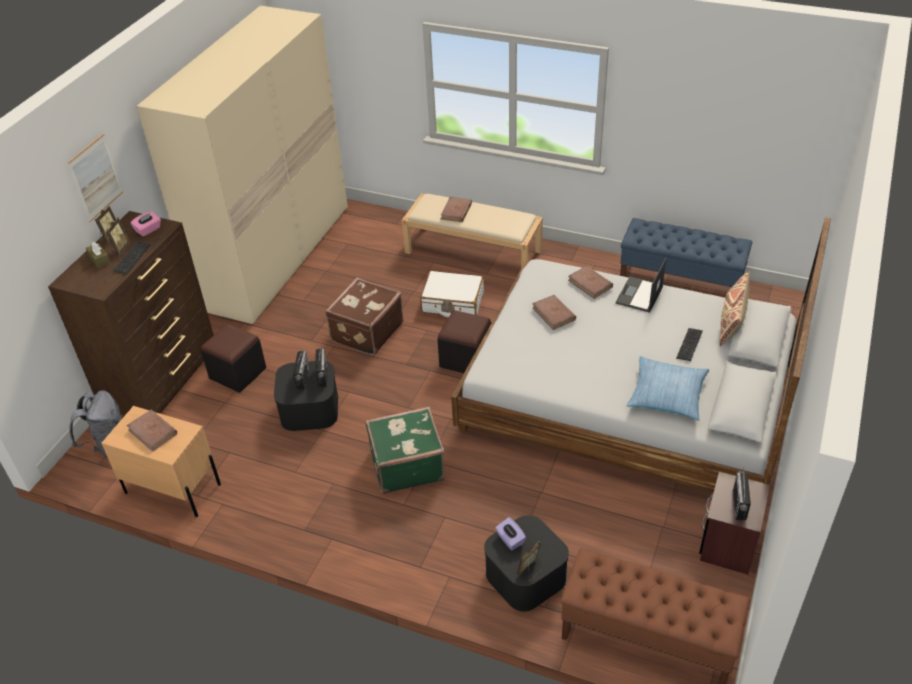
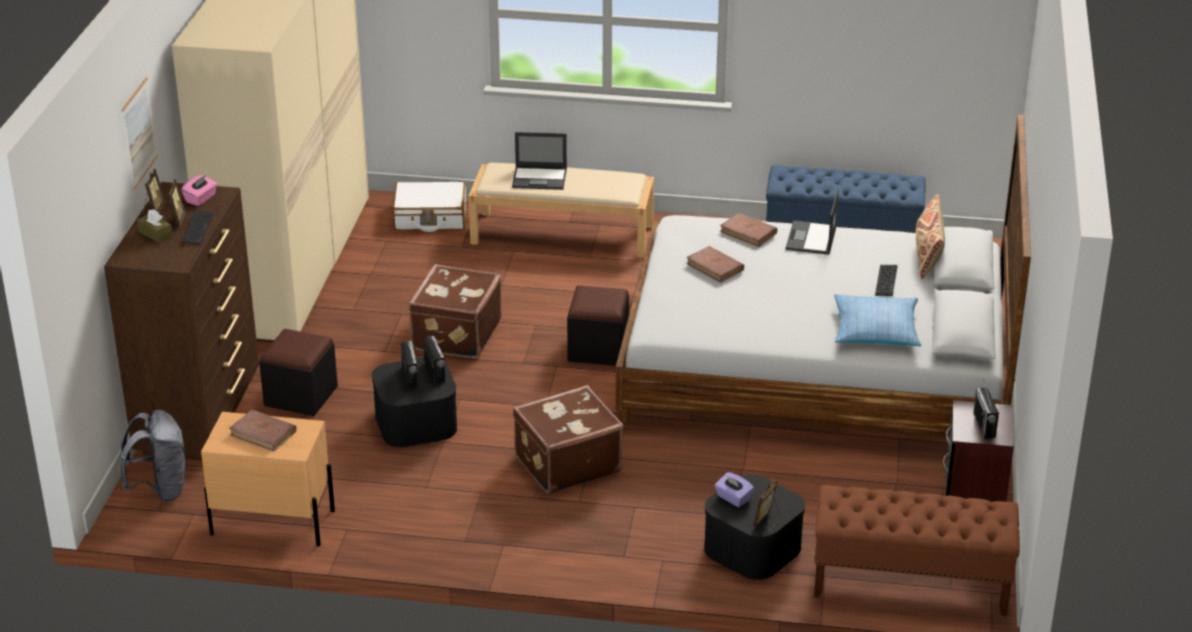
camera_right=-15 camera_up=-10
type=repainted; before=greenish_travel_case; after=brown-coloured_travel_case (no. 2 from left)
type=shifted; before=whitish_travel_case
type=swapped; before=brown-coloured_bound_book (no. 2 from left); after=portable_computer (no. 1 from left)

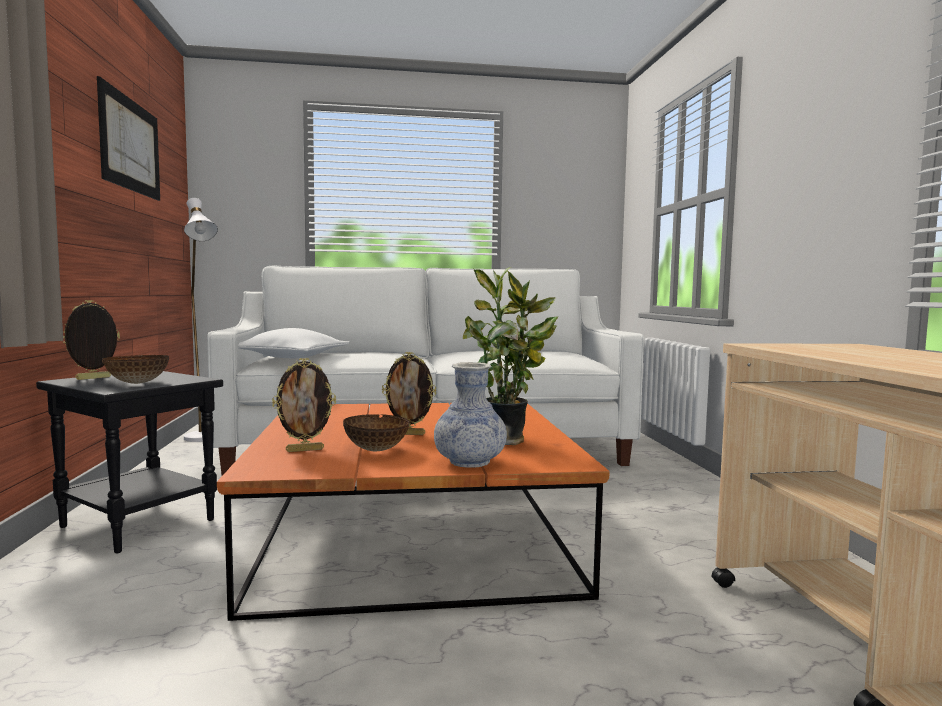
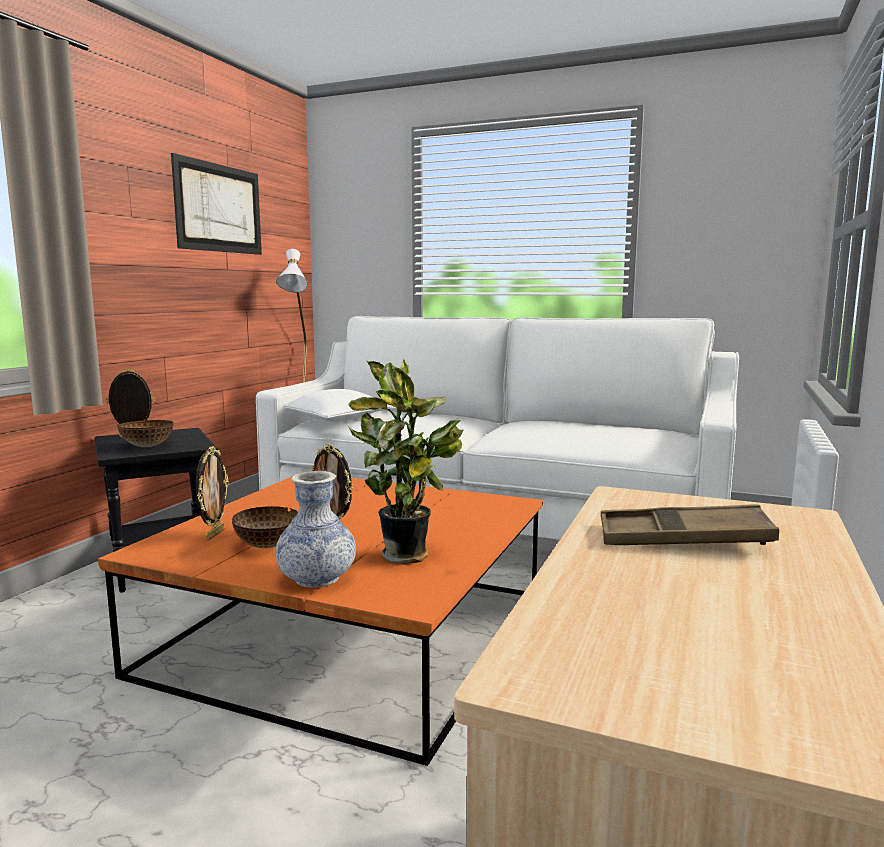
camera_right=30 camera_up=5
type=rotated; before=standing_frame (no. 2 from left); turn=-90
type=new; after=brown-coloured_serving_tray

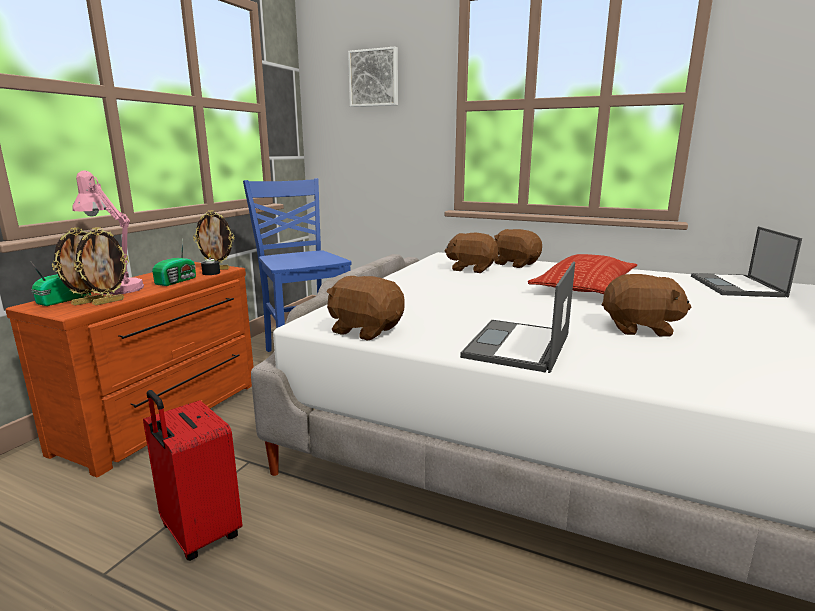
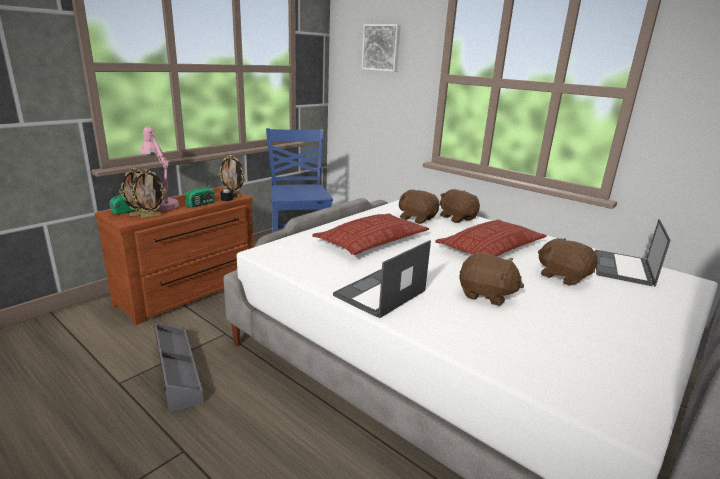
camera_right=15 camera_up=5
type=swapped; before=red_travel_case; after=greyish_storage_container
type=shifted; before=brown-coloured_plush_toy (no. 1 from left in the first image); after=brown-coloured_plush_toy (no. 4 from left)
type=new; after=cushion (no. 1 from left)

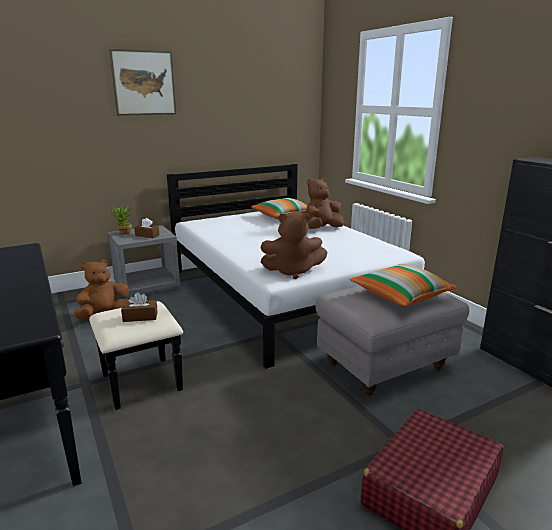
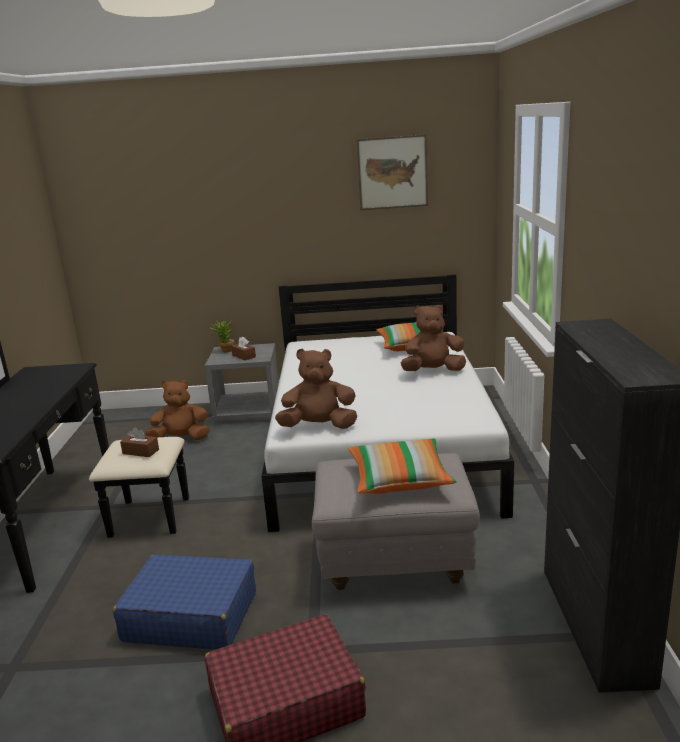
camera_right=30 camera_up=0
type=shifted; before=wall_picture
type=rotated; before=brown-coloured_plush_toy (no. 2 from left); turn=150
type=new; after=blue-coloured_travel_case

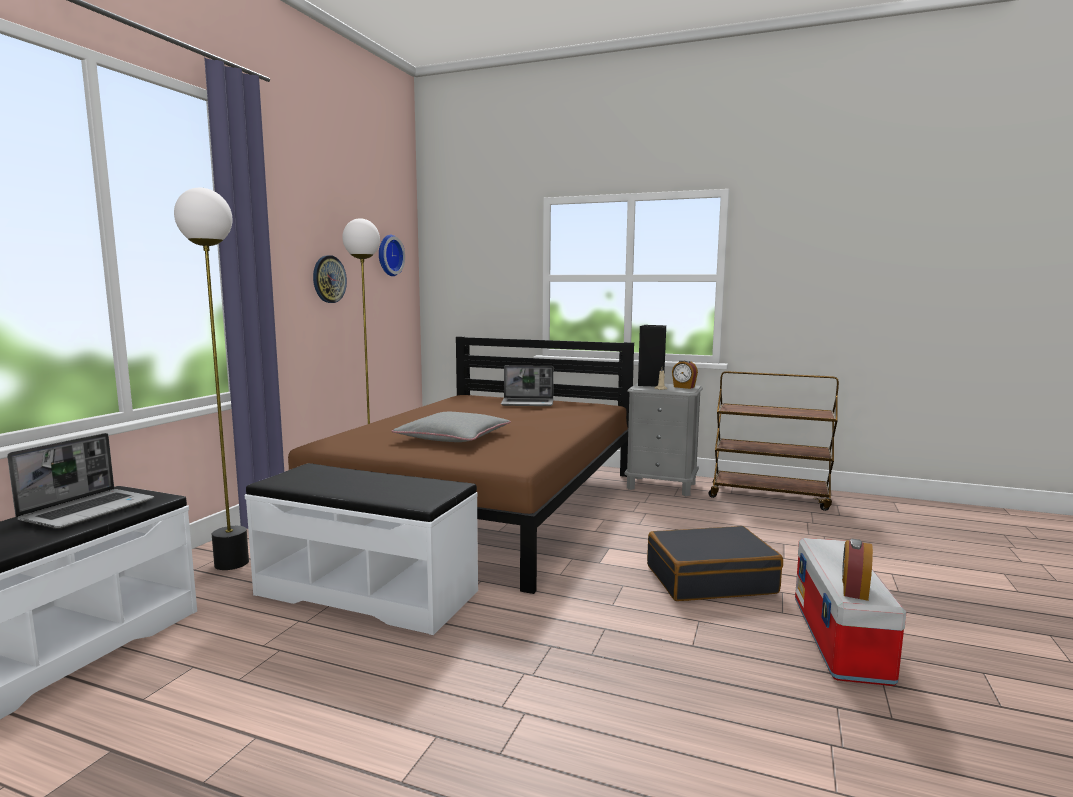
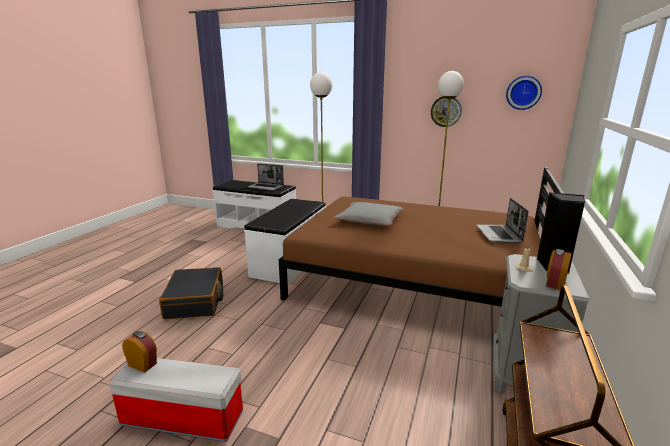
camera_right=90 camera_up=10
type=shifted; before=black_travel_case

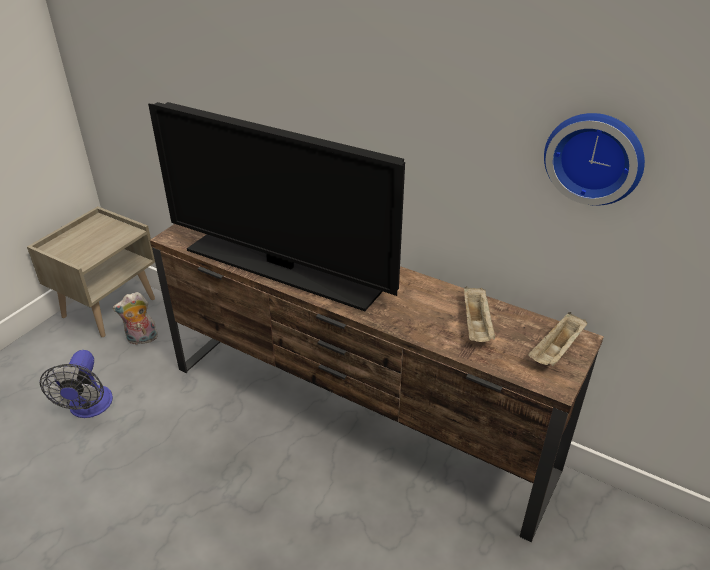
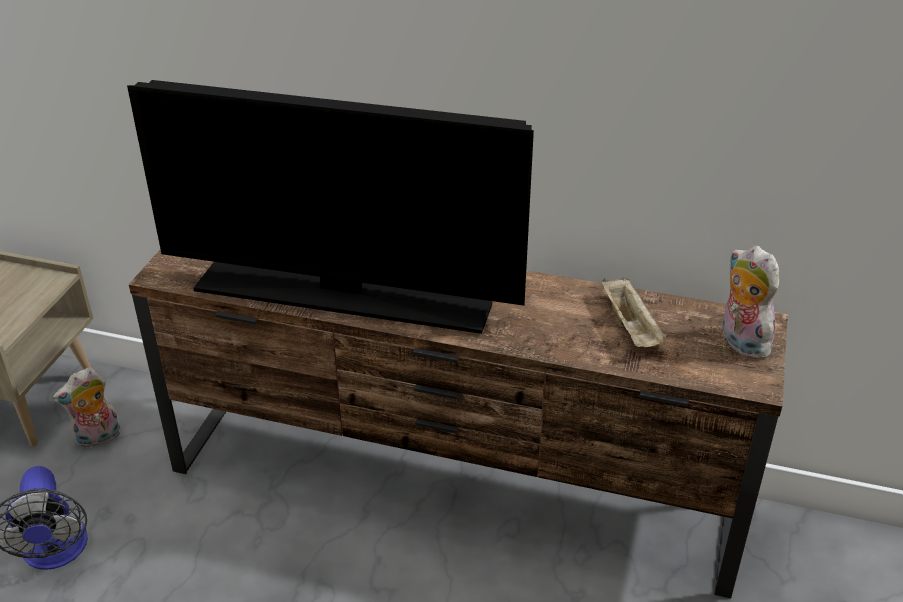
camera_right=-15 camera_up=0
type=swapped; before=beige-coloured_serving_tray (no. 2 from left); after=plush_toy (no. 2 from left)
type=gone; before=wall_clock

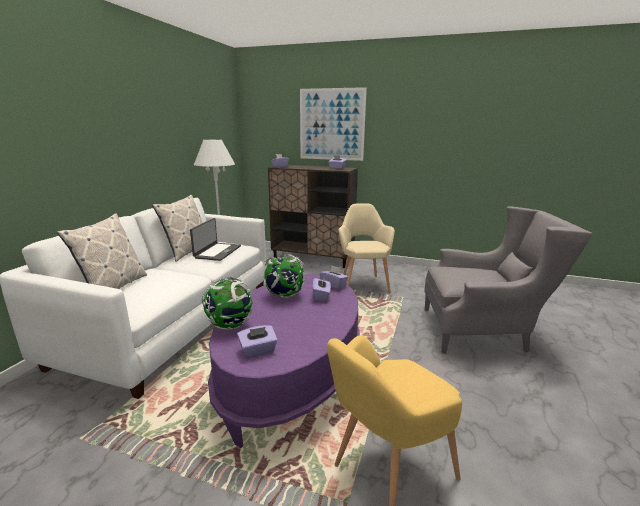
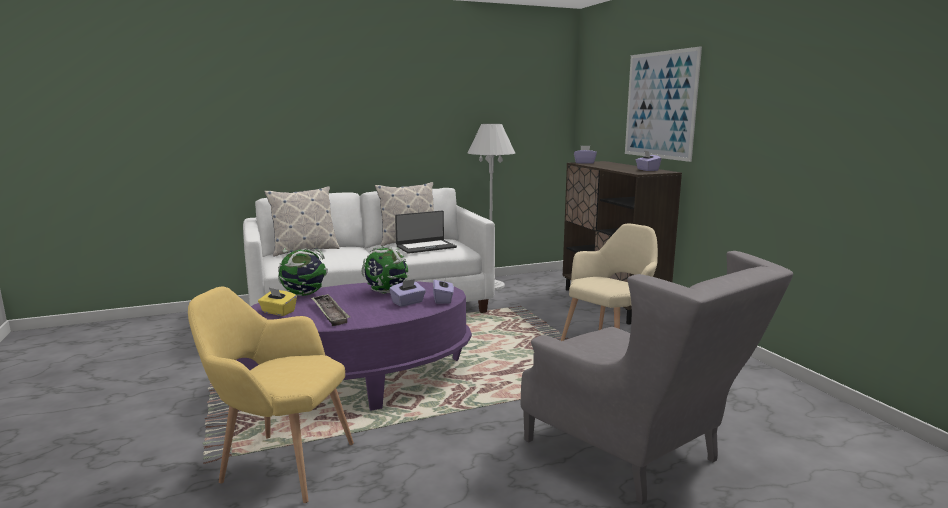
camera_right=50 camera_up=-5
type=repainted; before=purplish_tissue_holder (no. 1 from left); after=yellow_tissue_holder
type=new; after=serving_tray

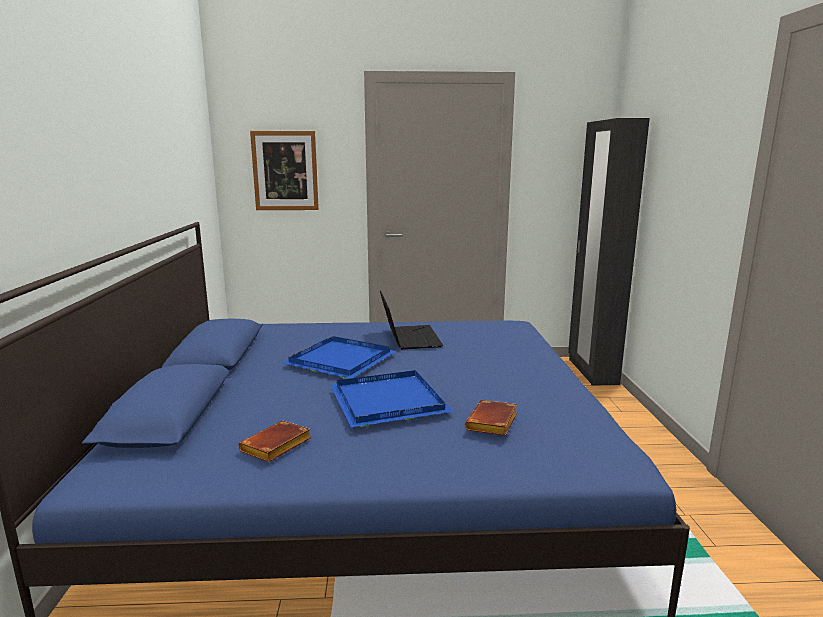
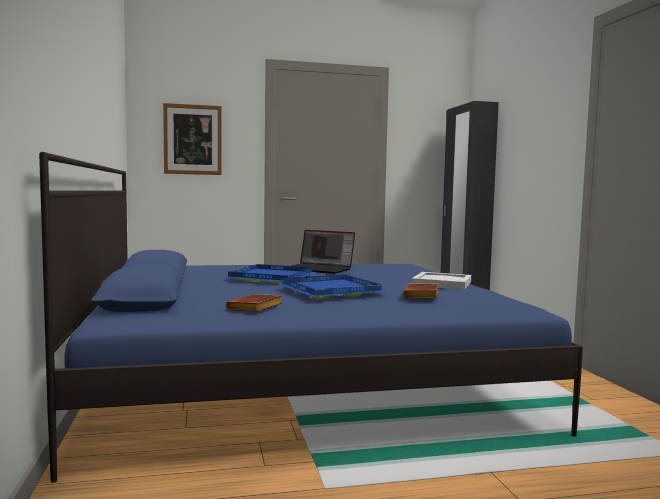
camera_right=-10 camera_up=-10
type=rotated; before=portable_computer; turn=135
type=new; after=whitish_serving_tray

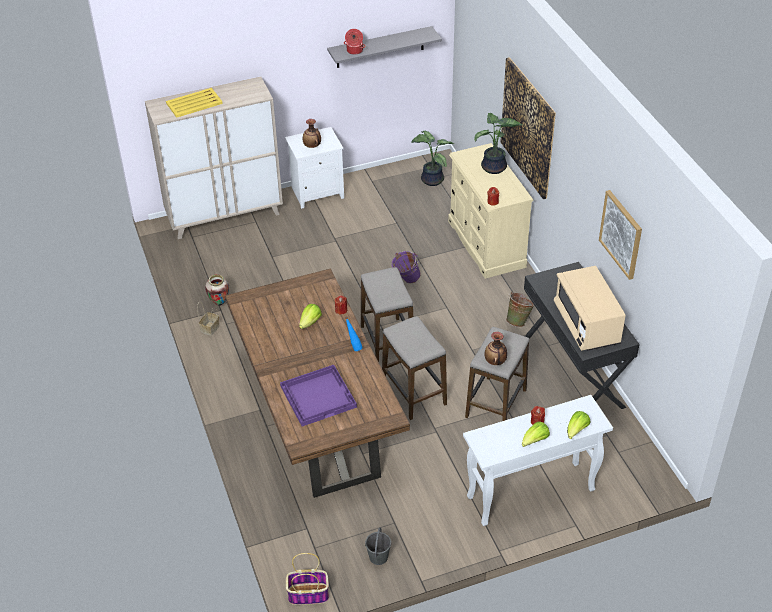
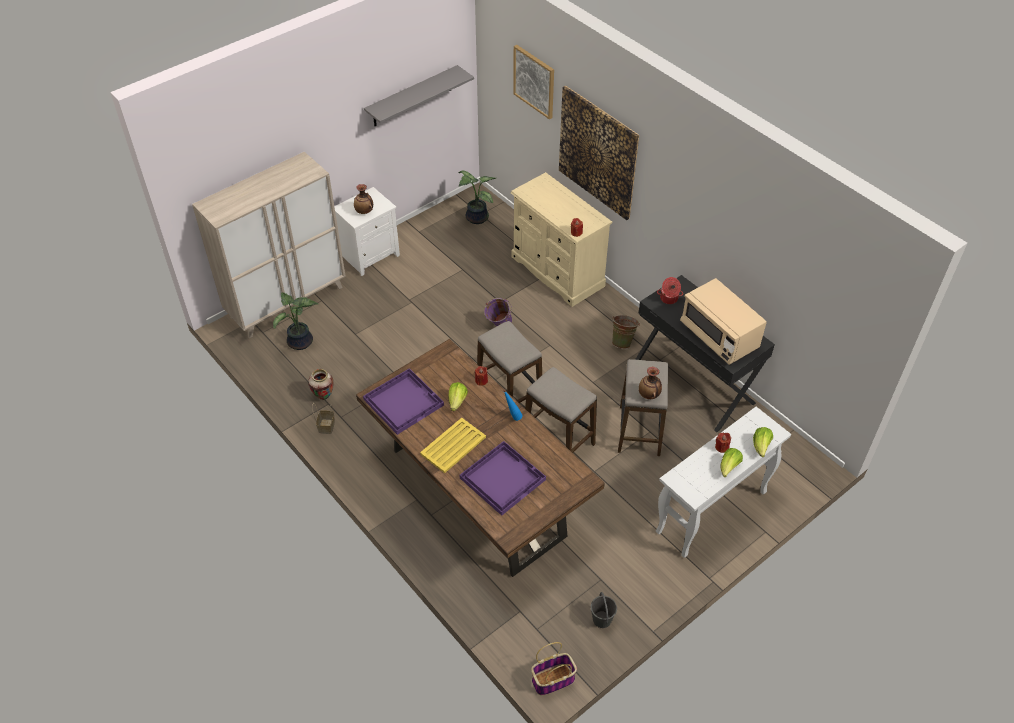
camera_right=-20 camera_up=5
type=shifted; before=yellow_serving_tray
type=shifted; before=cooking_pot
type=shifted; before=plant_in_a_pot (no. 2 from left in the first image); after=plant_in_a_pot (no. 1 from left)
type=shifted; before=wall_picture (no. 2 from left in the first image); after=wall_picture (no. 1 from left)
type=new; after=purplish_serving_tray (no. 1 from left)

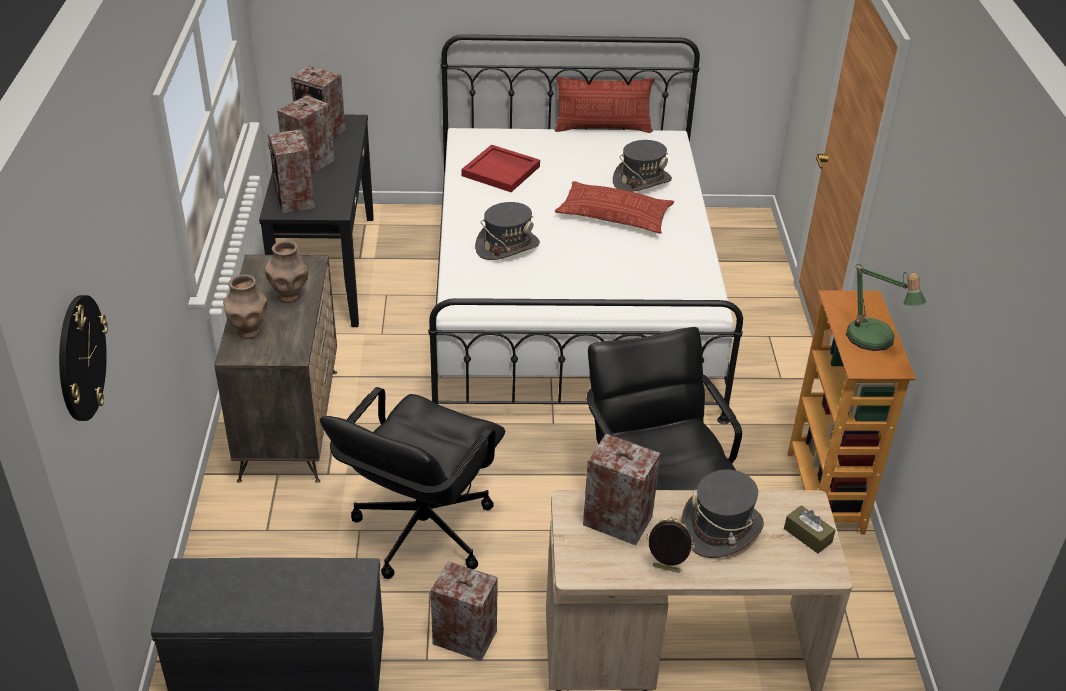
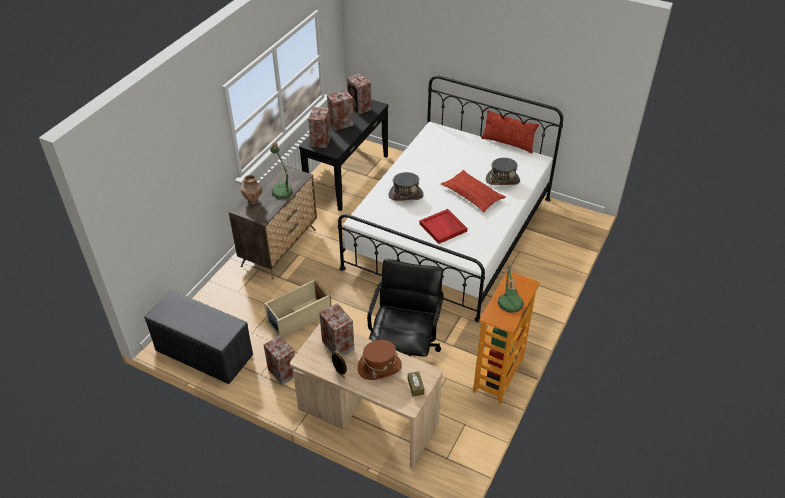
camera_right=30 camera_up=5
type=gone; before=wall_clock
type=swapped; before=brown-coloured_flower_vase (no. 2 from left); after=lamp_for_a_table (no. 1 from left)
type=swapped; before=black_desk_chair (no. 1 from left); after=beige-coloured_storage_container
type=shifted; before=red_serving_tray
type=repainted; before=greyish_clothing_hat (no. 3 from left); after=brown-coloured_clothing_hat

